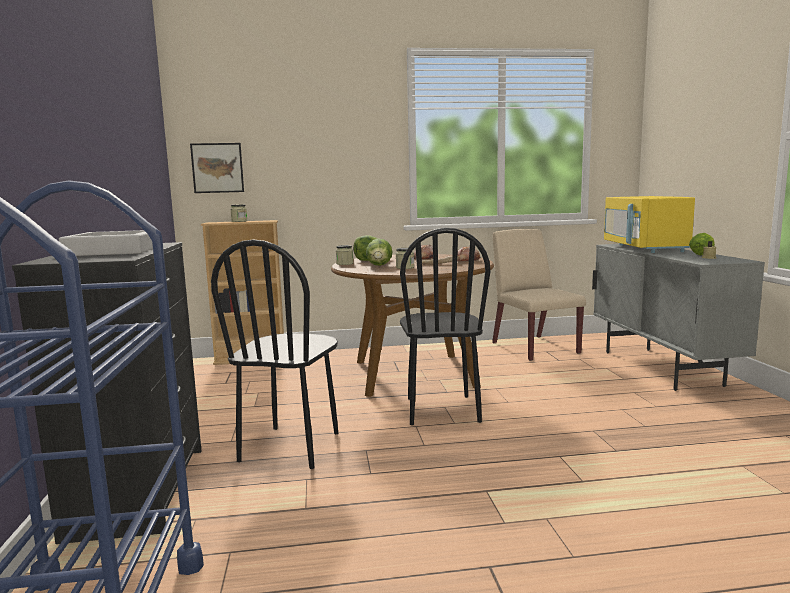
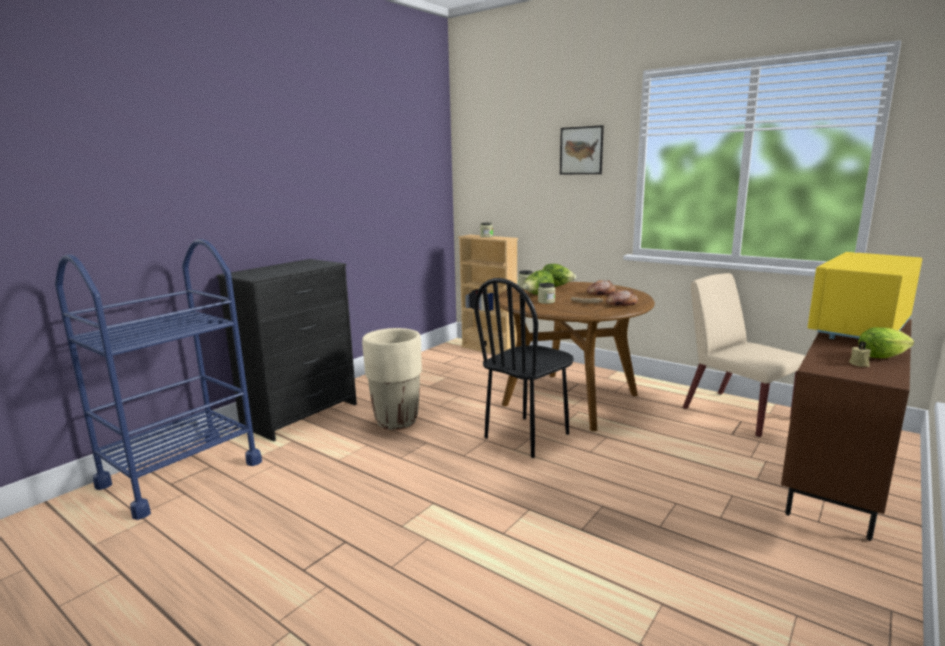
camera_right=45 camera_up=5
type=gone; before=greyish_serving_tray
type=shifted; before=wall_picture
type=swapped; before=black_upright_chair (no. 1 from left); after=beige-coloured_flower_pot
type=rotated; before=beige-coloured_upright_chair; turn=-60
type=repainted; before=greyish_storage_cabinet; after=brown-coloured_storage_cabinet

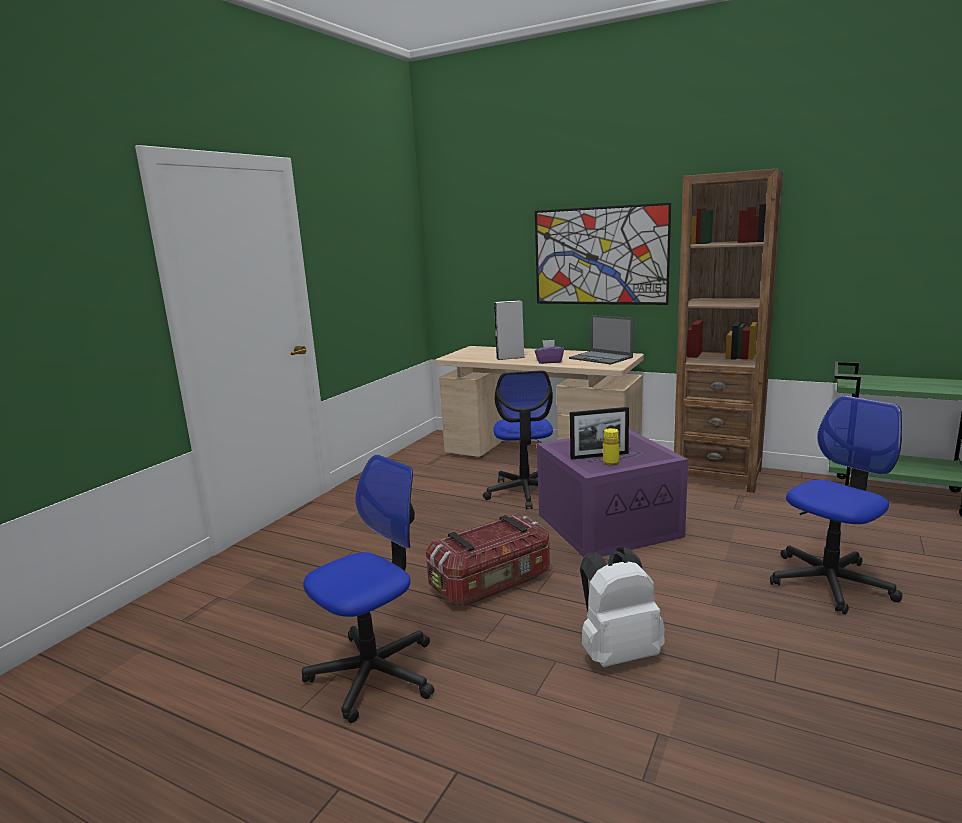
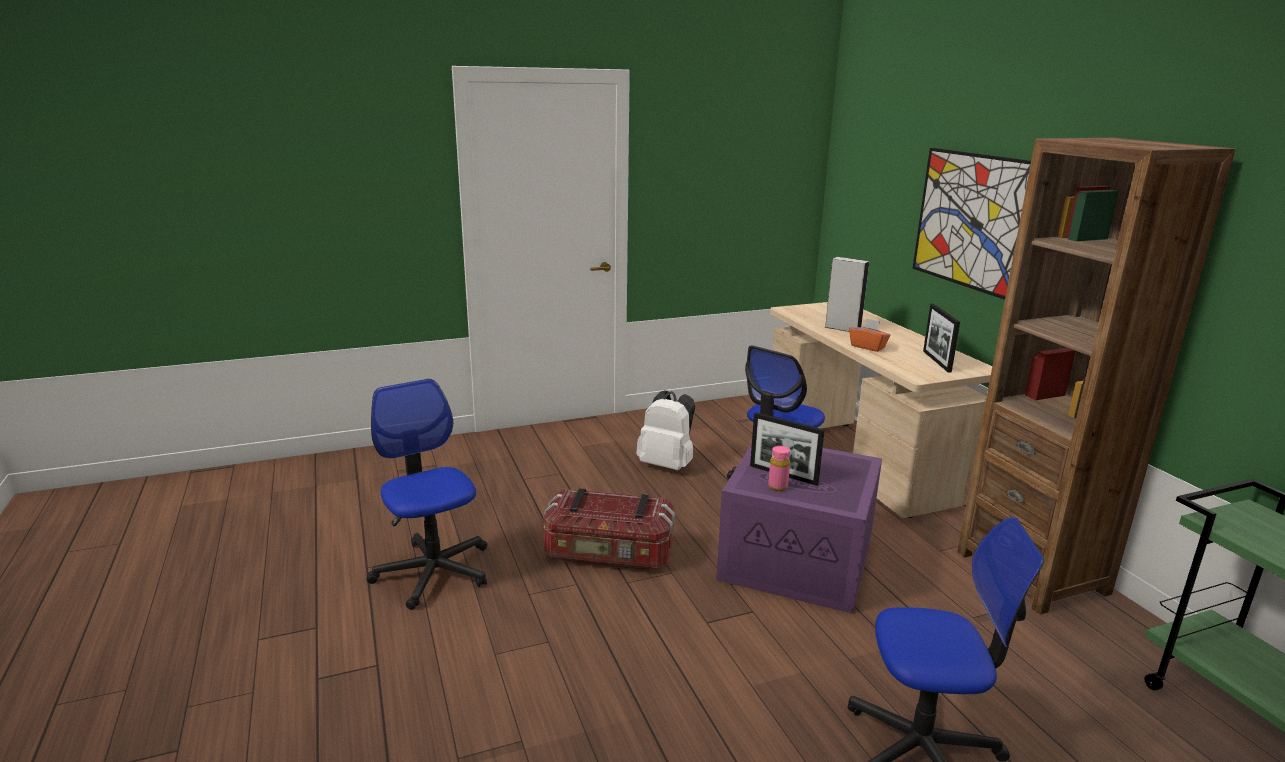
camera_right=40 camera_up=5
type=rotated; before=desk_chair (no. 1 from left); turn=-120
type=repainted; before=purplish_tissue_holder; after=orange-coloured_tissue_holder
type=swapped; before=portable_computer; after=standing_frame (no. 2 from left)
type=shifted; before=whitish_knapsack
type=repainted; before=yellow_beverage_bottle; after=pink_beverage_bottle

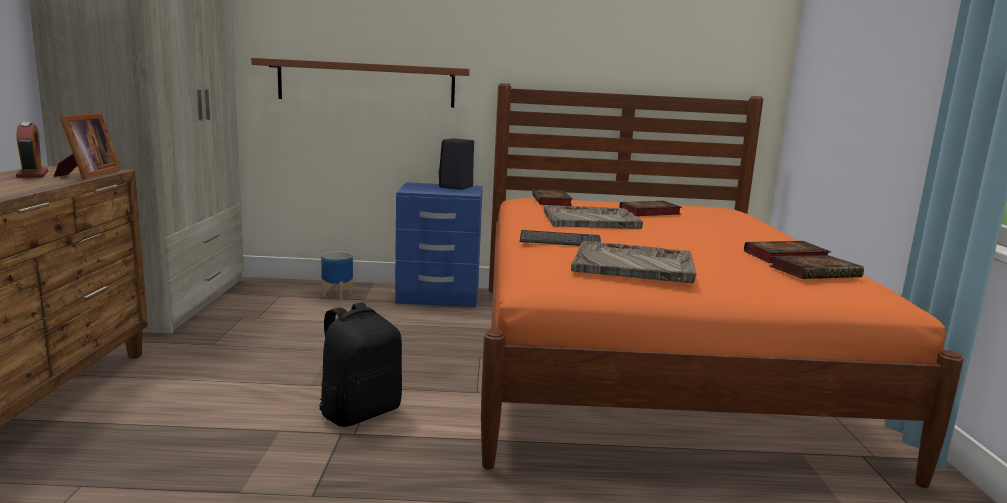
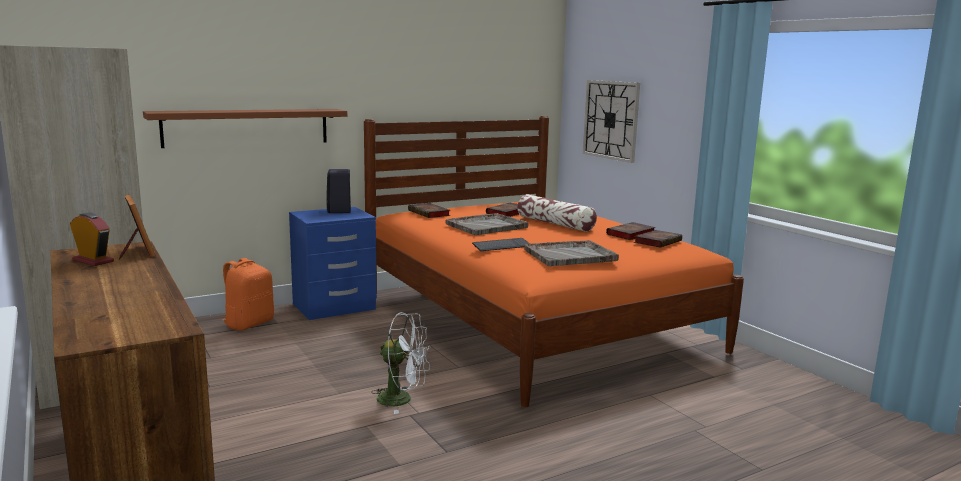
camera_right=-30 camera_up=0
type=swapped; before=black_knapsack; after=whitish_fan
type=swapped; before=flower_pot; after=orange-coloured_knapsack
type=new; after=cushion
type=new; after=wall_clock

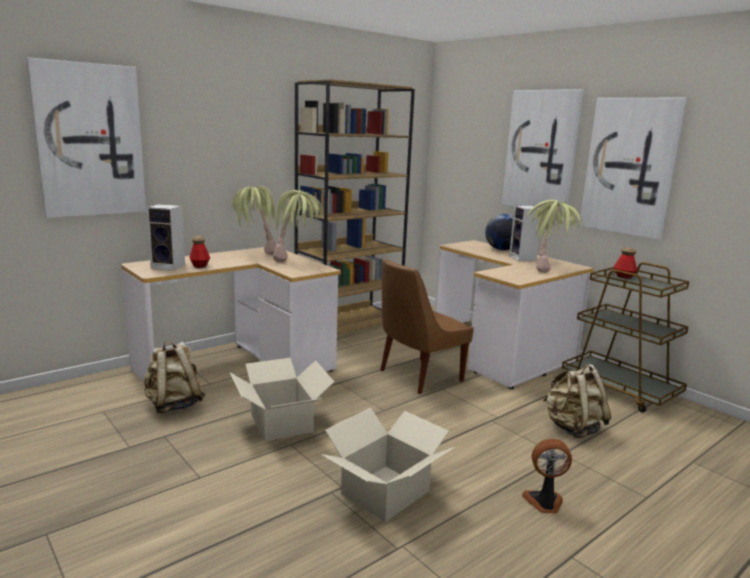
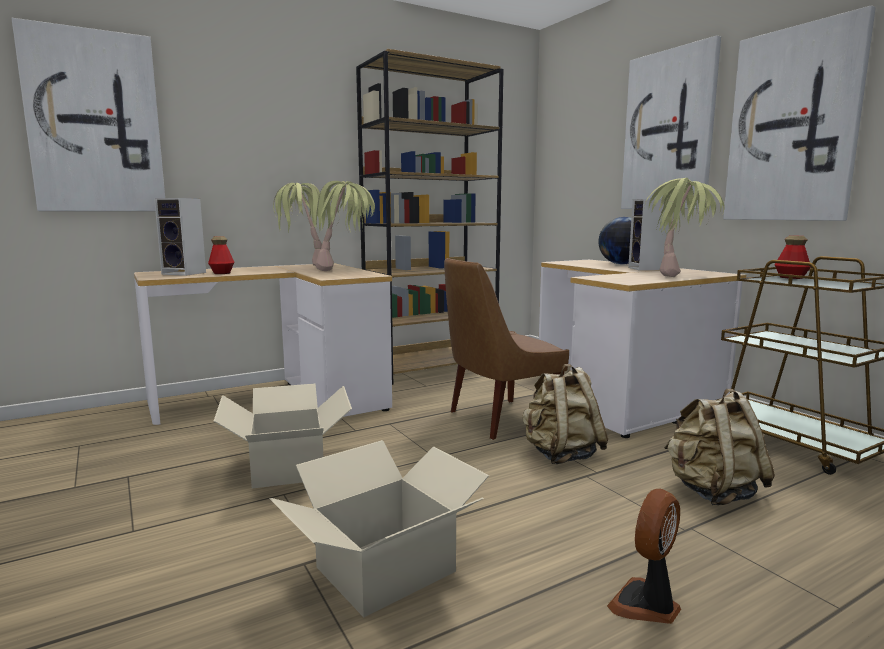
camera_right=10 camera_up=-5
type=shifted; before=beige-coloured_knapsack (no. 1 from left)
type=rotated; before=fan; turn=-60

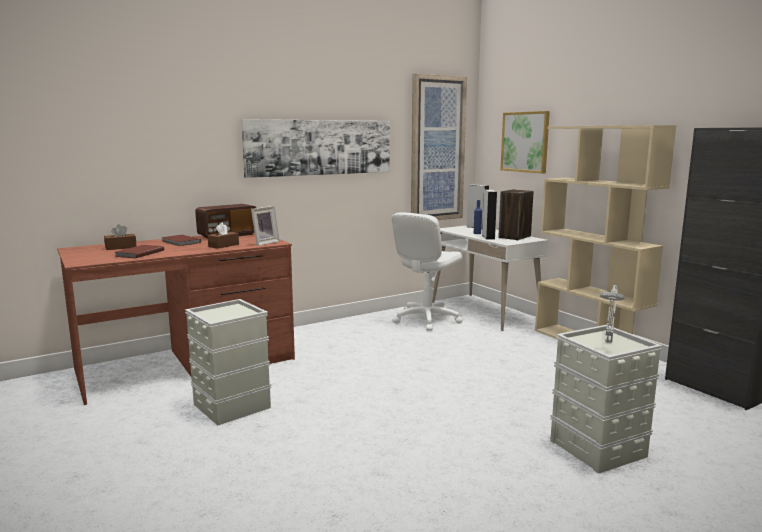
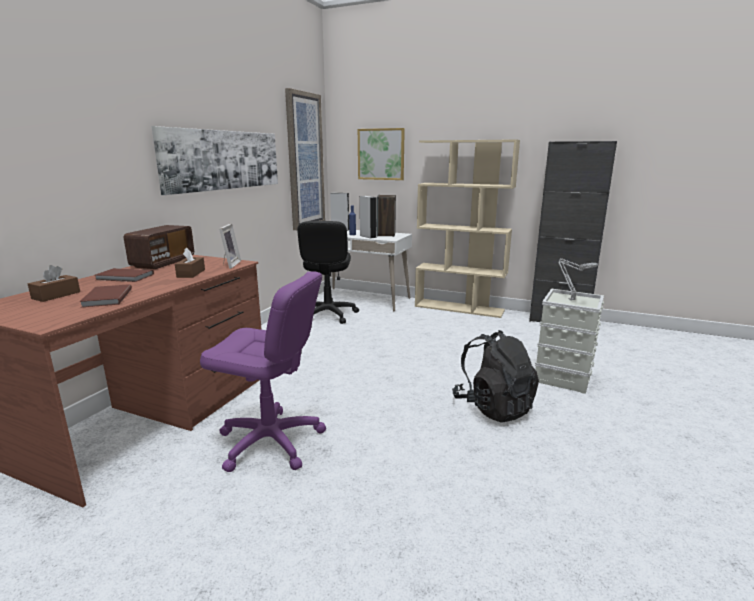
camera_right=-35 camera_up=5
type=swapped; before=greyish_storage_container (no. 1 from left); after=purplish_desk_chair
type=repainted; before=whitish_desk_chair; after=black_desk_chair
type=new; after=black_knapsack

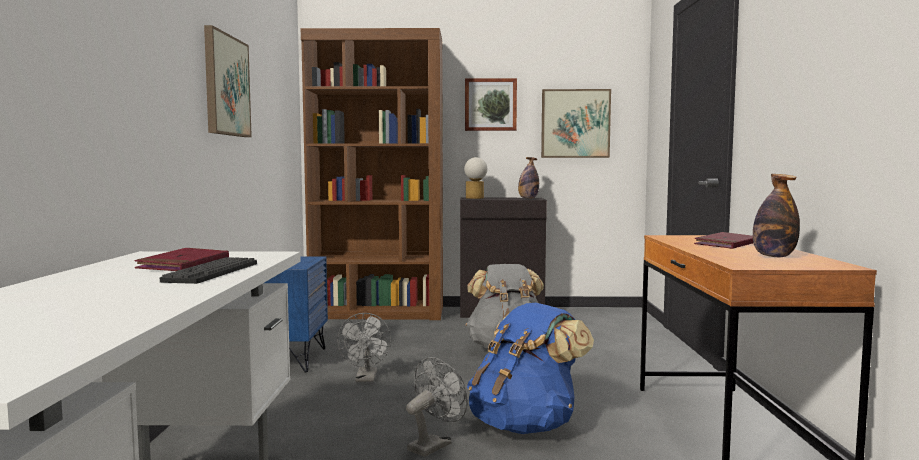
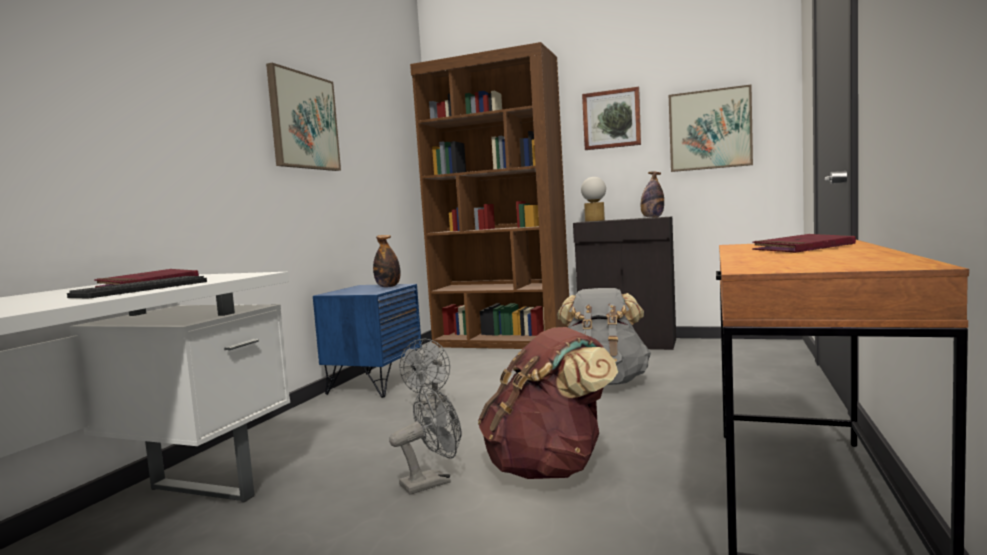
camera_right=20 camera_up=0
type=repainted; before=blue-coloured_knapsack; after=brown-coloured_knapsack
type=shifted; before=beverage_bottle (no. 2 from left in the first image); after=beverage_bottle (no. 1 from left)

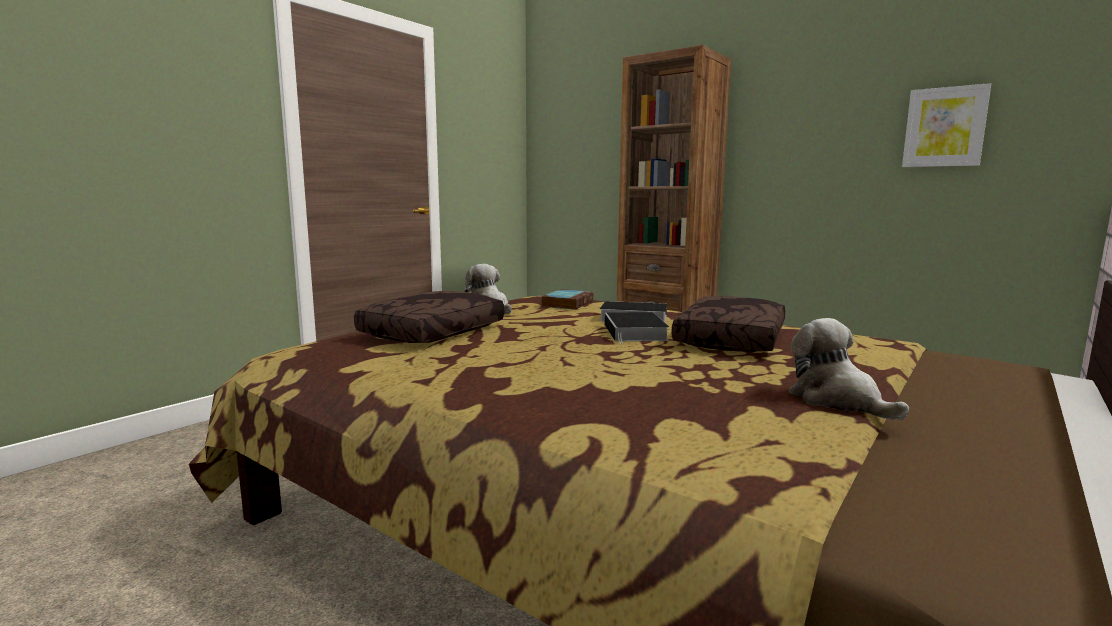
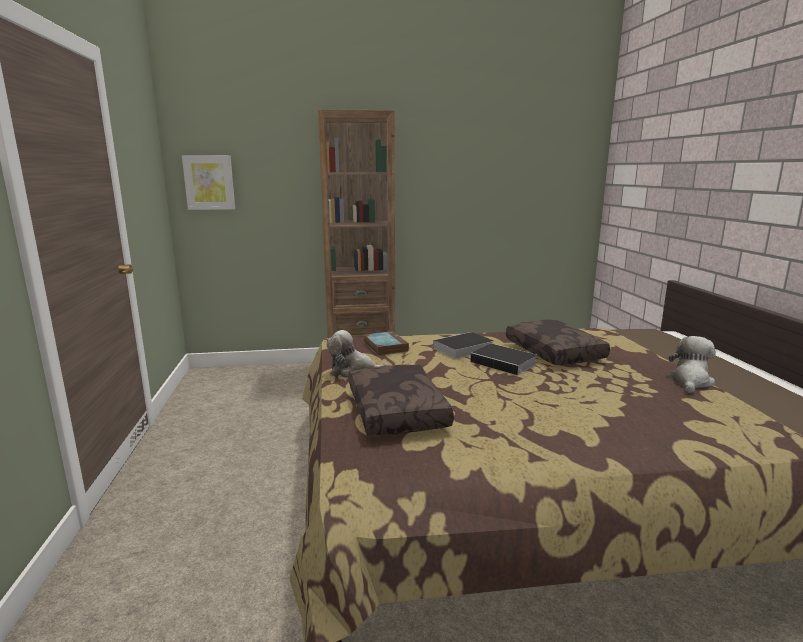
camera_right=-45 camera_up=5
type=rotated; before=plush_toy (no. 2 from left); turn=105
type=shifted; before=wall_picture

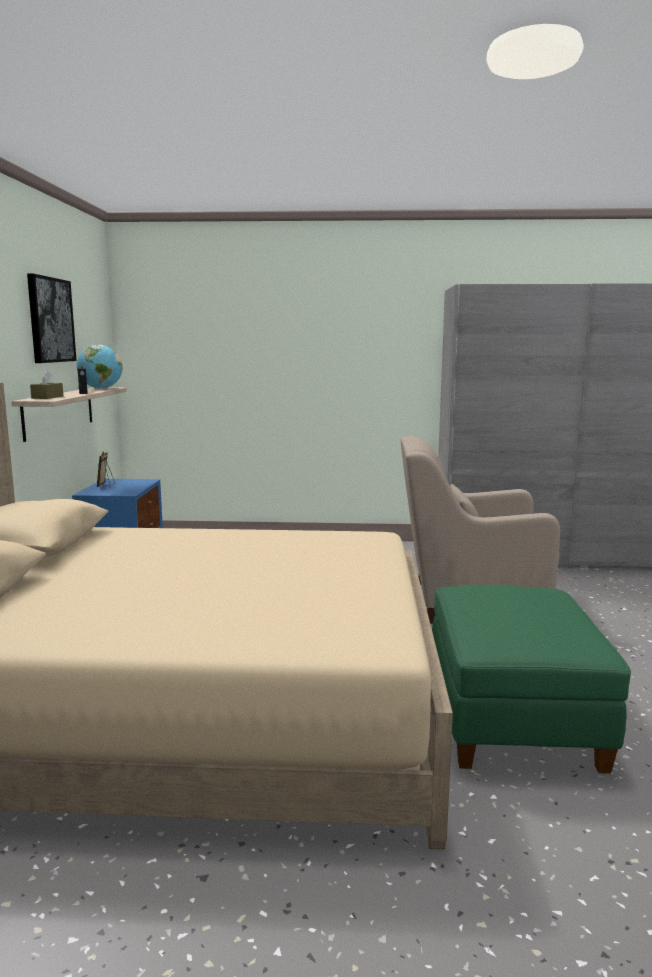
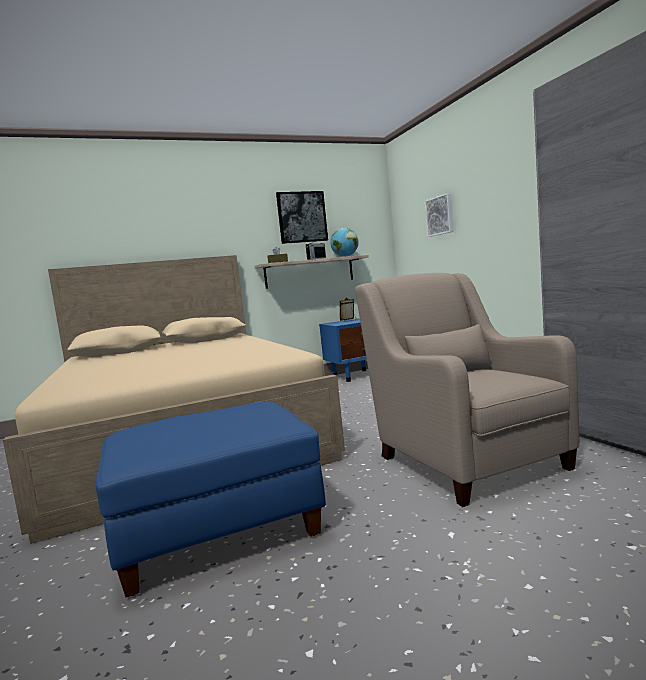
camera_right=65 camera_up=-5
type=repainted; before=greenish_footrest; after=blue-coloured_footrest
type=new; after=wall_picture (no. 2 from left)

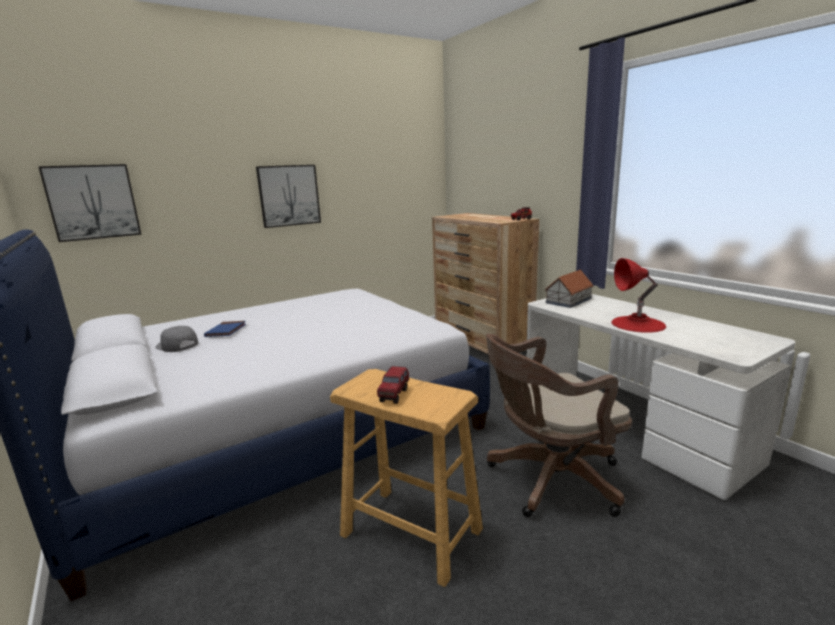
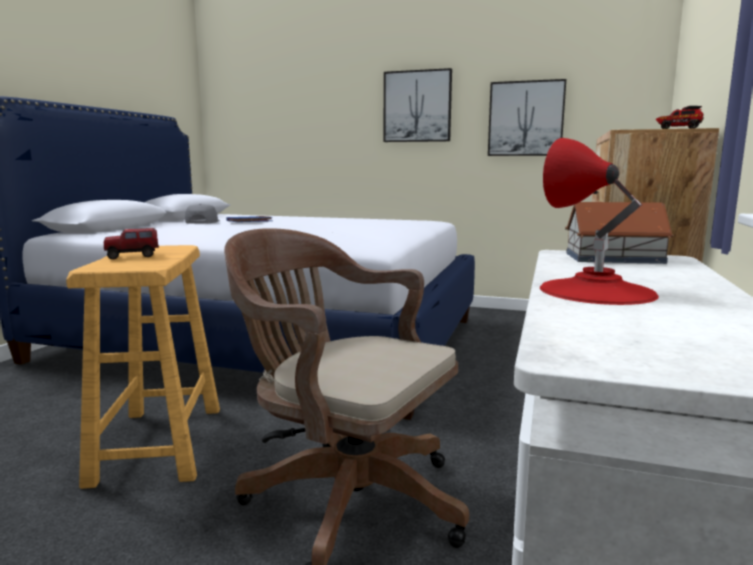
camera_right=50 camera_up=-5
type=shifted; before=wall_picture (no. 1 from left in the first image); after=wall_picture (no. 2 from left)

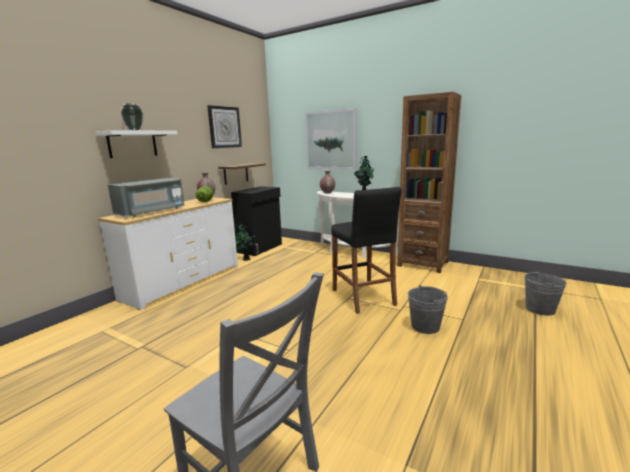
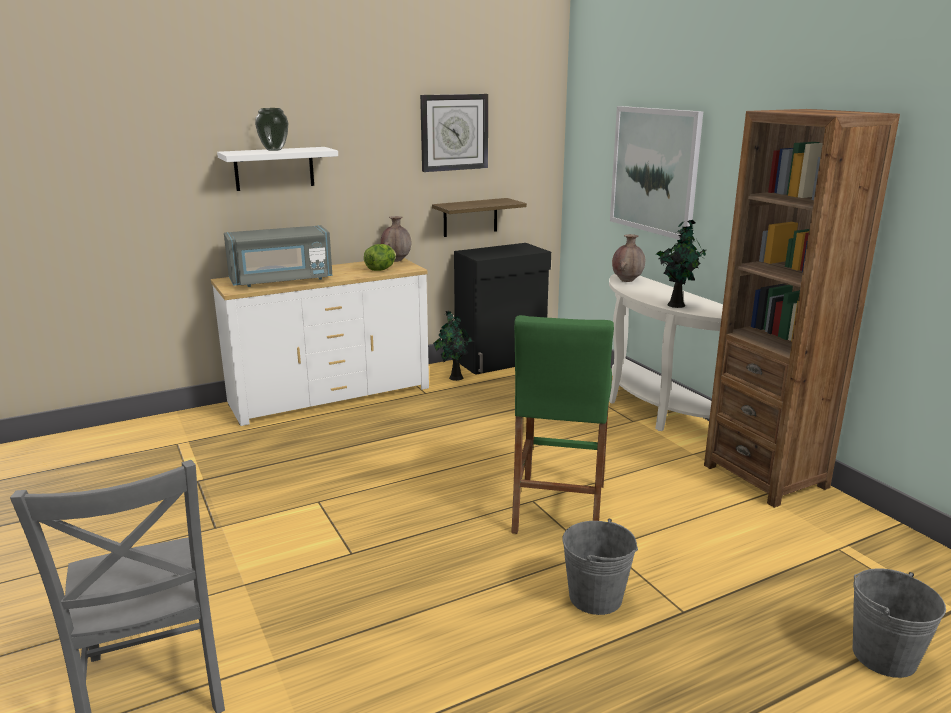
camera_right=30 camera_up=5
type=repainted; before=black_sitting_stool; after=greenish_sitting_stool

